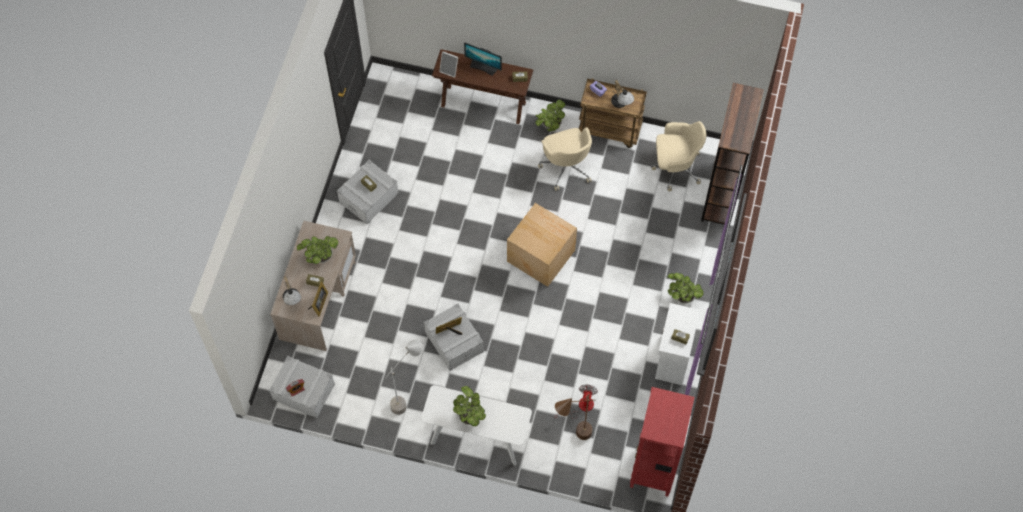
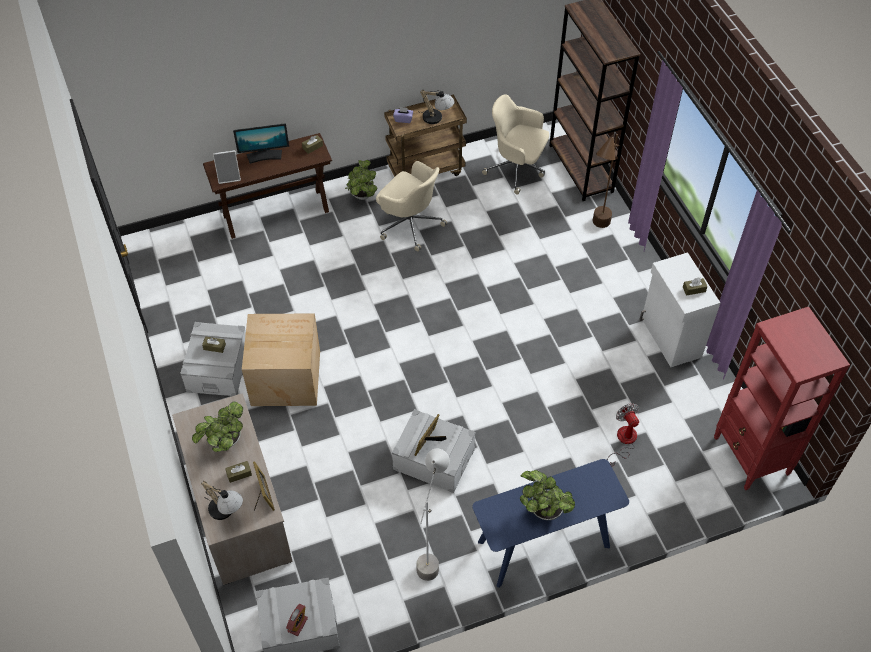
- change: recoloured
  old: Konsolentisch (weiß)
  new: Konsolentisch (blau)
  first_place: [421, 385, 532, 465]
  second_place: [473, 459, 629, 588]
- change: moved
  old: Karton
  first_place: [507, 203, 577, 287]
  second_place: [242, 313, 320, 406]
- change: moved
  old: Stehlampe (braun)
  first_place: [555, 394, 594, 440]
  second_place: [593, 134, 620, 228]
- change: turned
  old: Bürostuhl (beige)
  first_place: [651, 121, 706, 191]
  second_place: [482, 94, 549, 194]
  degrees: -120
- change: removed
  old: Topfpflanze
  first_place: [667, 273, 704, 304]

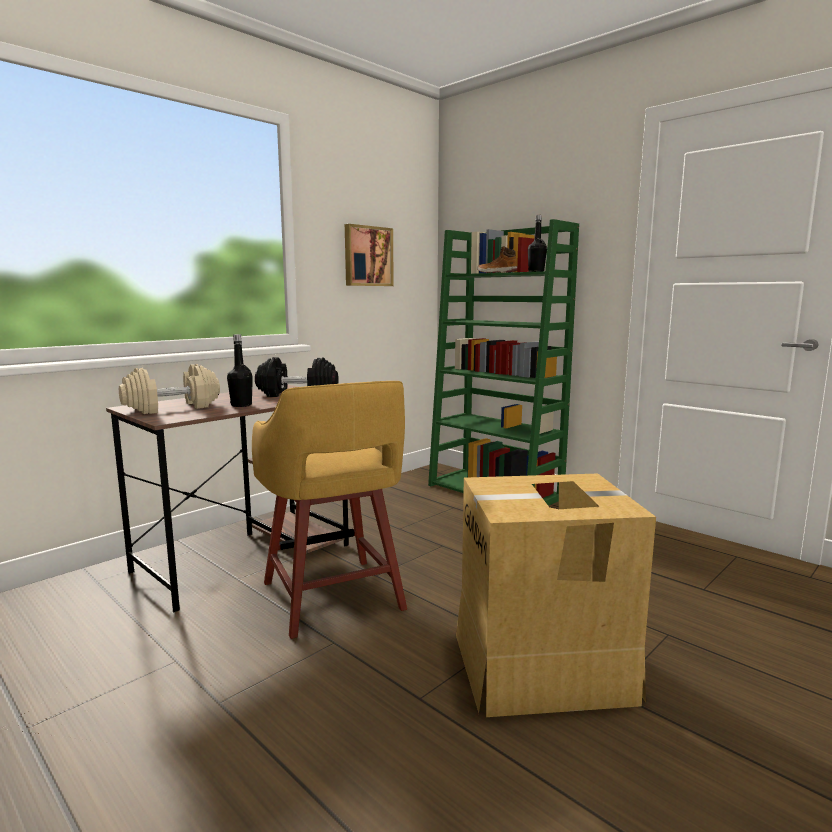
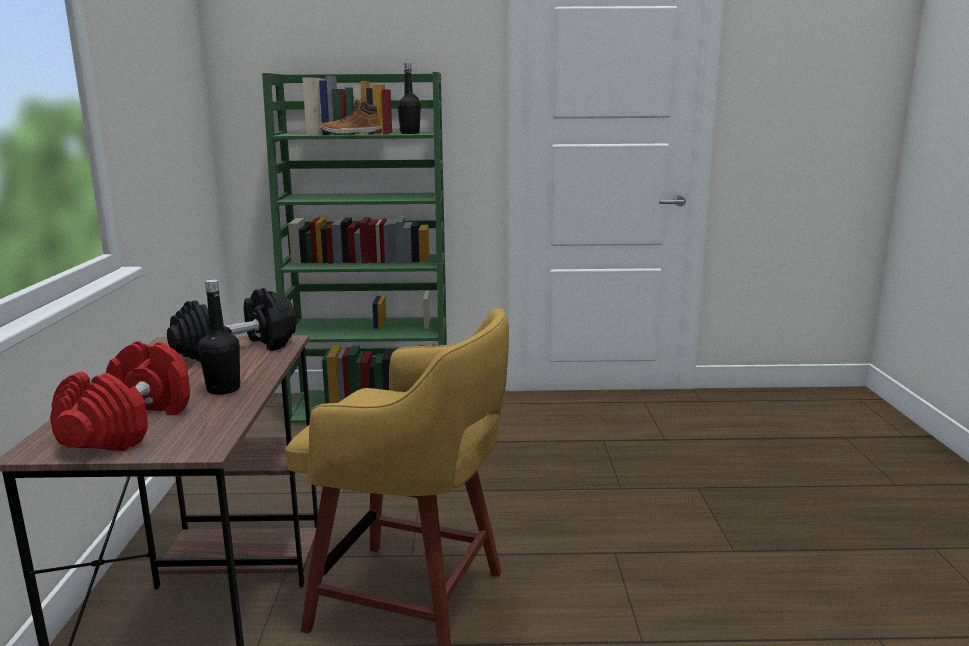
- change: recoloured
  old: Hantel (beige)
  new: Hantel (rot)
  first_place: [119, 364, 220, 414]
  second_place: [50, 341, 190, 451]
- change: removed
  old: Bild
  first_place: [345, 224, 394, 286]
- change: removed
  old: Karton
  first_place: [456, 473, 656, 717]

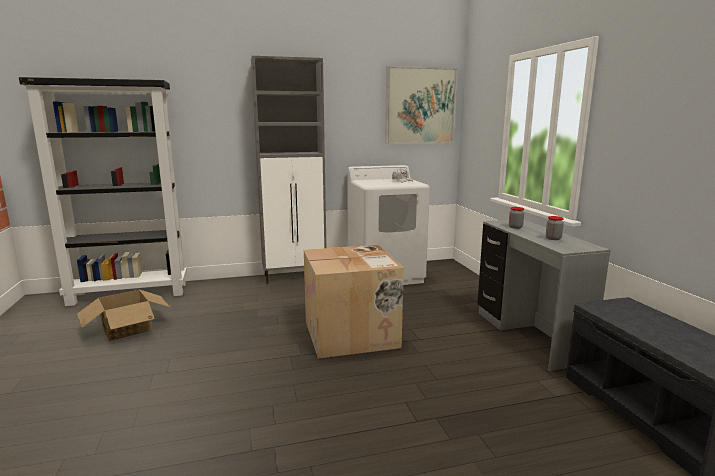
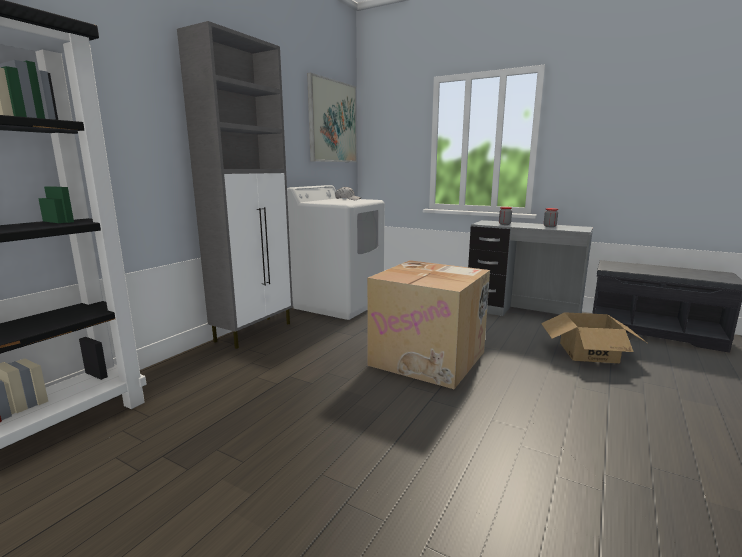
- change: moved
  old: Karton
  first_place: [77, 290, 170, 341]
  second_place: [541, 312, 647, 363]

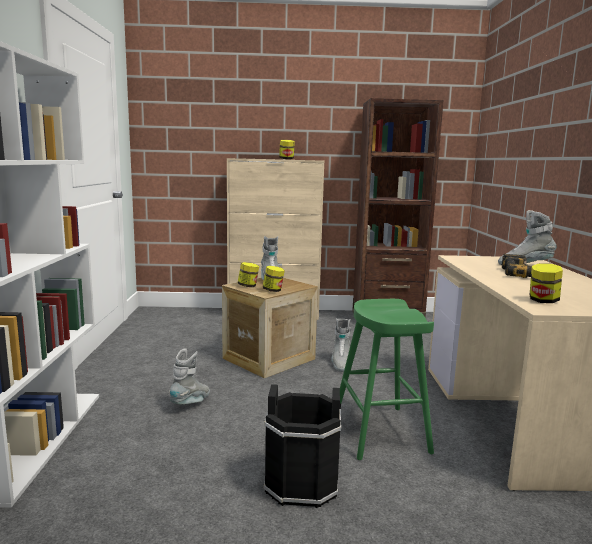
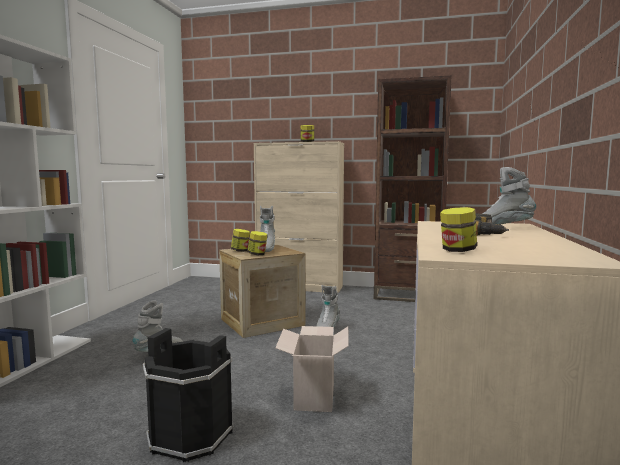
- change: replaced
  old: Hocker (grün)
  new: Karton
  first_place: [340, 299, 434, 460]
  second_place: [275, 326, 349, 412]

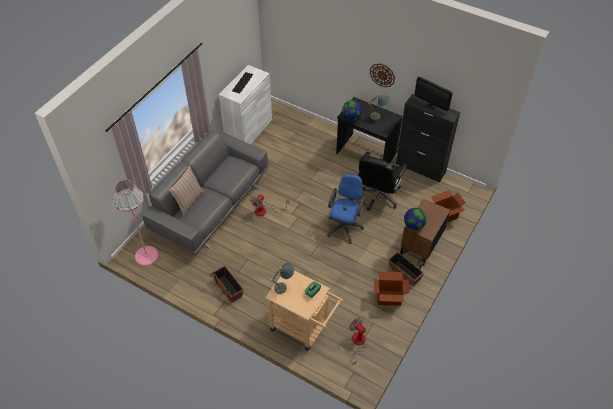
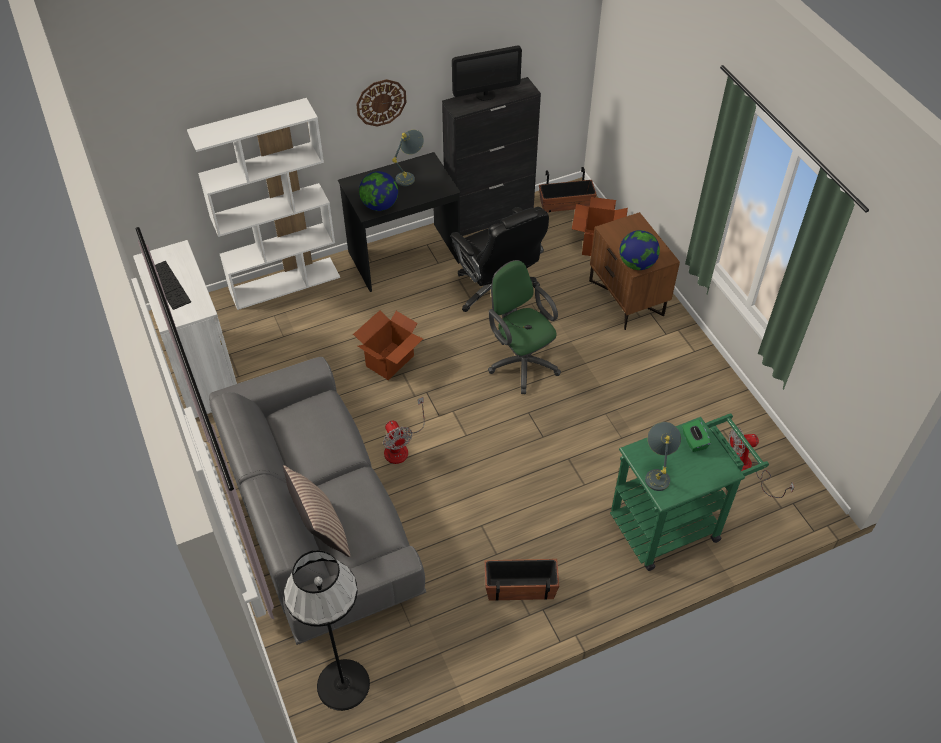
- change: recoloured
  old: Stehlampe (rosa)
  new: Stehlampe (schwarz)
  first_place: [113, 180, 158, 266]
  second_place: [284, 550, 370, 711]
- change: recoloured
  old: Rollwagen (beige)
  new: Rollwagen (grün)
  first_place: [265, 270, 343, 351]
  second_place: [610, 413, 769, 571]
- change: recoloured
  old: Bürostuhl (blau)
  new: Bürostuhl (grün)
  first_place: [327, 174, 366, 244]
  second_place: [488, 260, 561, 394]
- change: moved
  old: Karton
  first_place: [374, 271, 409, 306]
  second_place: [353, 310, 423, 380]
- change: moved
  old: Pflanzkübel
  first_place: [388, 248, 424, 286]
  second_place: [539, 167, 597, 212]
- change: added
  new: Bücherregal (weiß)
  second_place: [187, 98, 340, 310]

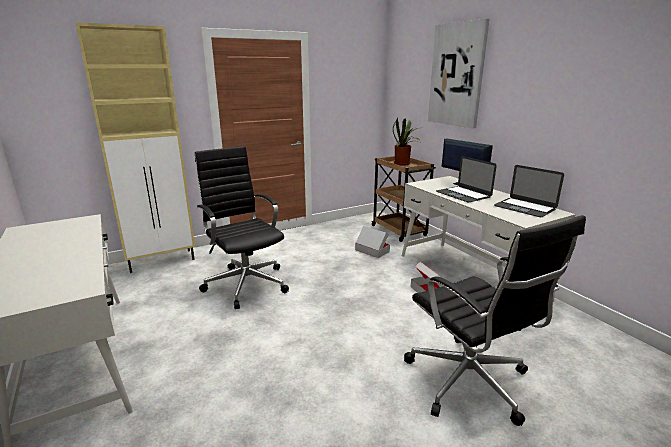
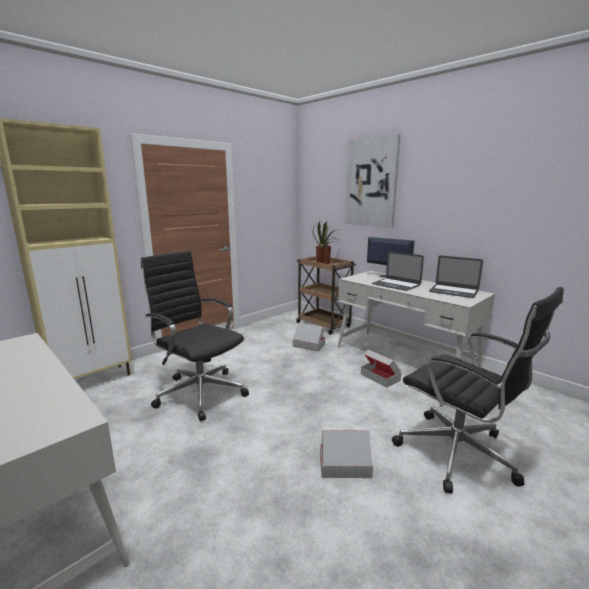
- change: added
  new: Karton
  second_place: [320, 430, 373, 478]

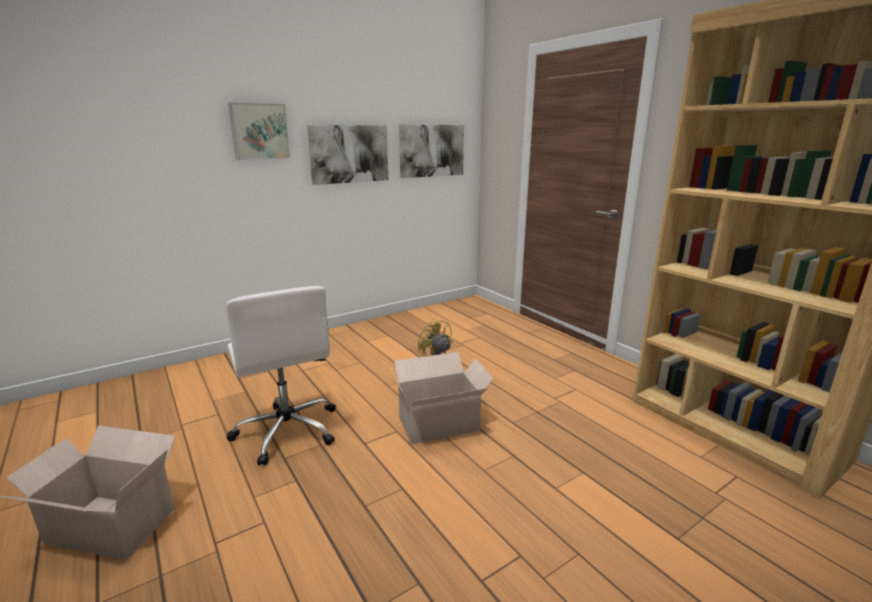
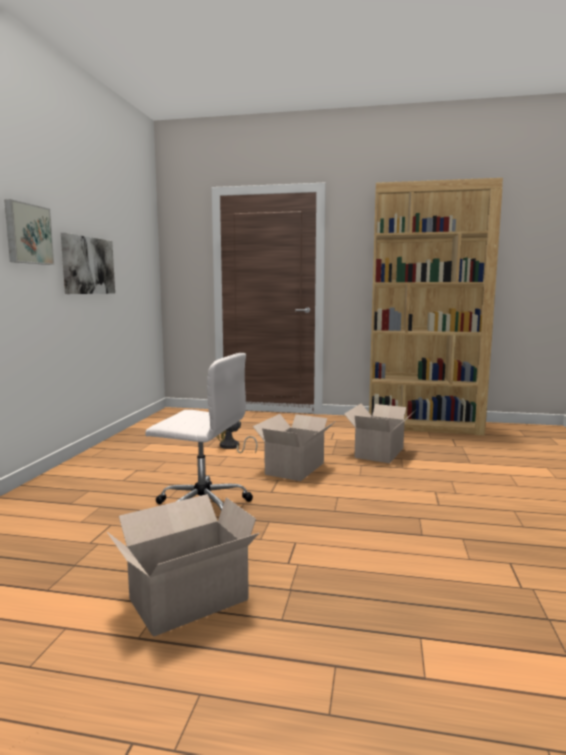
- change: removed
  old: Bild
  first_place: [399, 124, 464, 178]
- change: added
  new: Karton
  second_place: [344, 404, 417, 463]

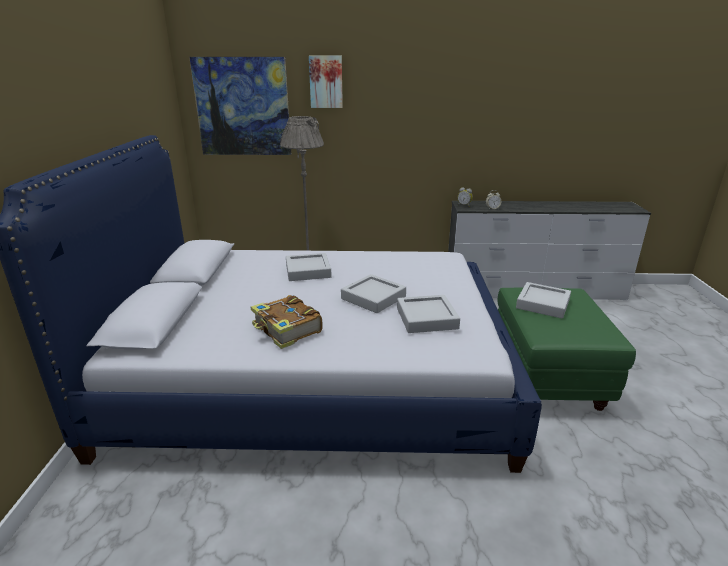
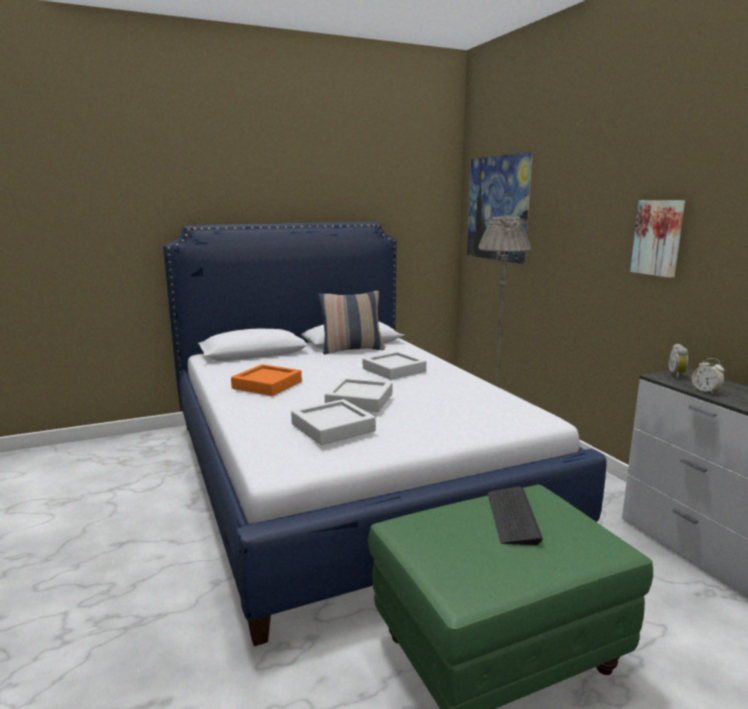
- change: replaced
  old: Buch
  new: Tablett (orange)
  first_place: [251, 295, 323, 349]
  second_place: [231, 364, 302, 396]
- change: moved
  old: Bild
  first_place: [309, 56, 343, 108]
  second_place: [630, 200, 685, 278]
- change: replaced
  old: Tablett (grau)
  new: Tastatur
  first_place: [516, 282, 571, 319]
  second_place: [488, 486, 543, 545]
- change: added
  new: Kissen
  second_place: [318, 291, 385, 354]

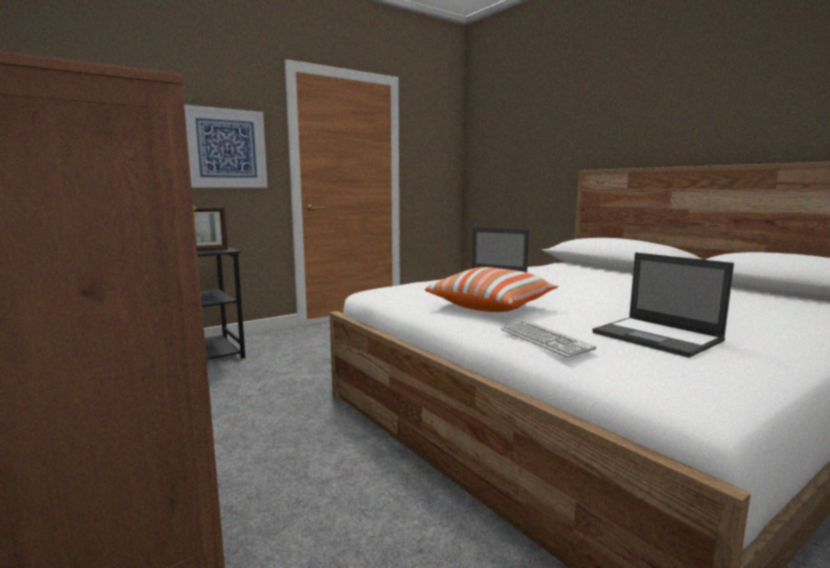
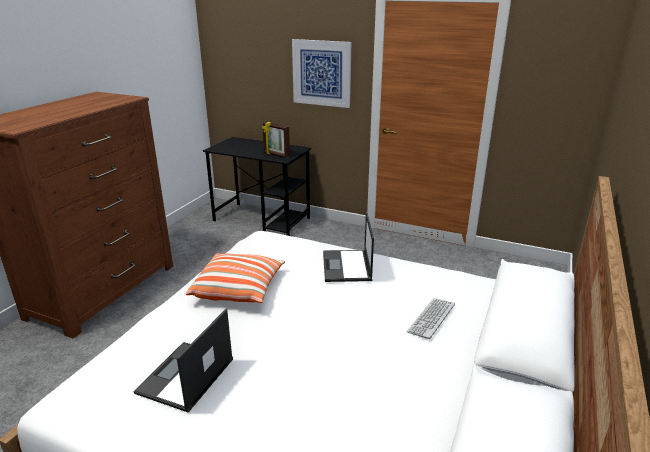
- change: moved
  old: Tastatur
  first_place: [501, 321, 596, 358]
  second_place: [406, 298, 455, 339]

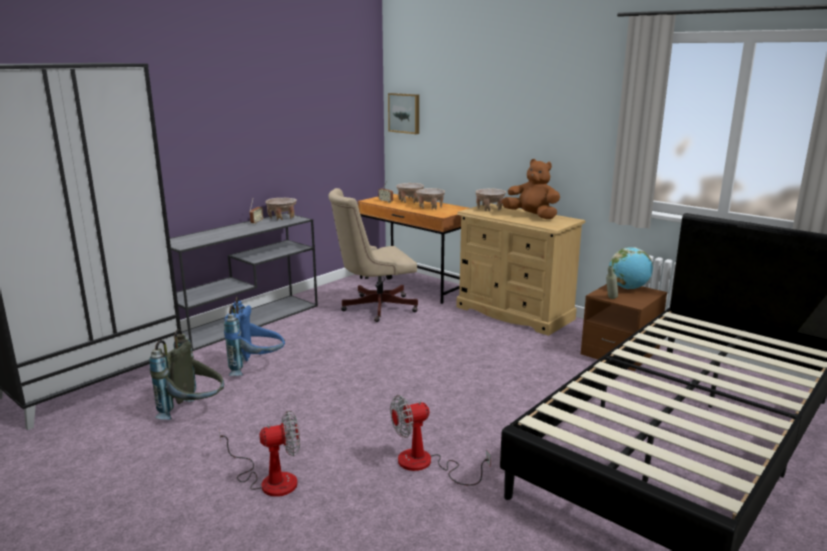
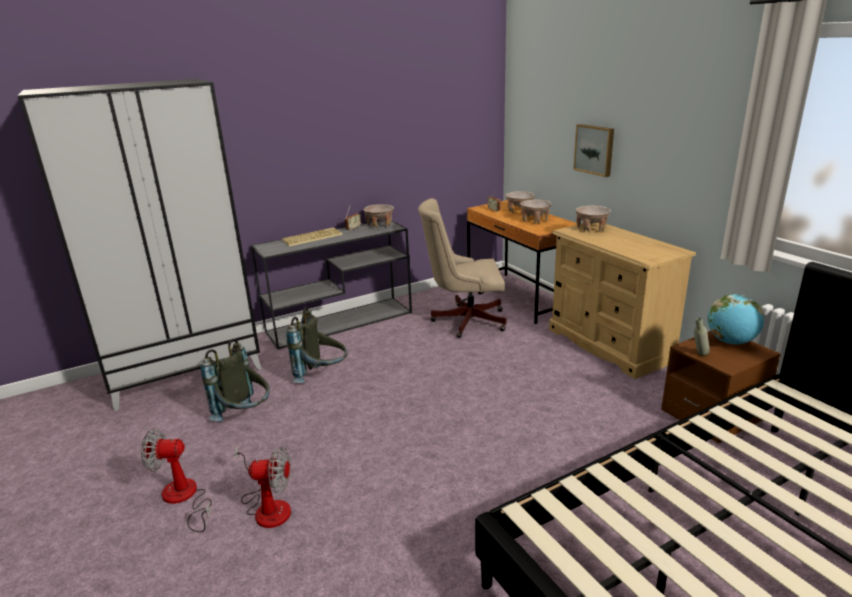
- change: recoloured
  old: Rucksack (blau)
  new: Rucksack (grau)
  first_place: [224, 297, 285, 376]
  second_place: [286, 307, 347, 383]
- change: moved
  old: Bild
  first_place: [388, 93, 419, 134]
  second_place: [573, 124, 614, 177]
- change: moved
  old: Ventilator
  first_place: [390, 395, 491, 486]
  second_place: [141, 428, 212, 532]
- change: removed
  old: Plüschtier (braun)
  first_place: [502, 159, 560, 219]
- change: added
  new: Tastatur
  second_place: [282, 227, 342, 246]

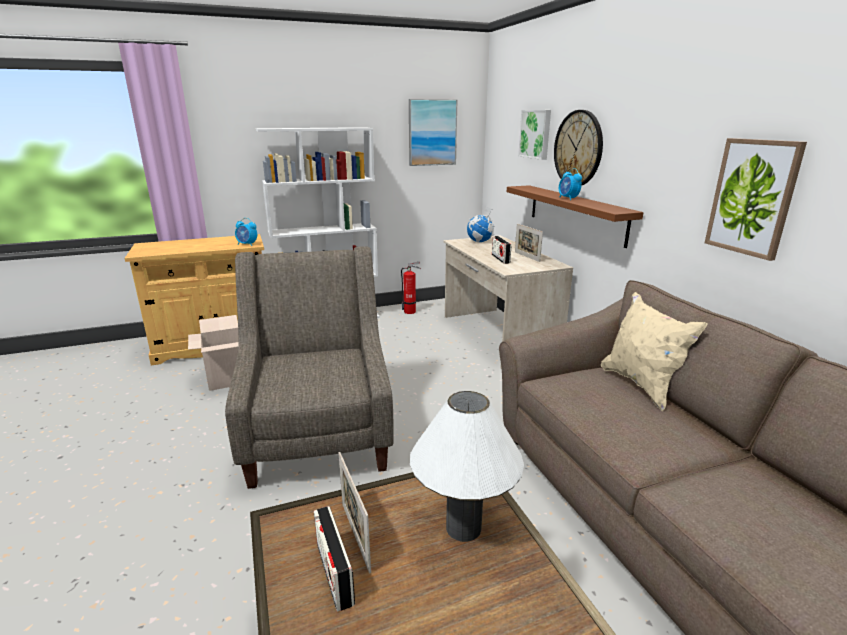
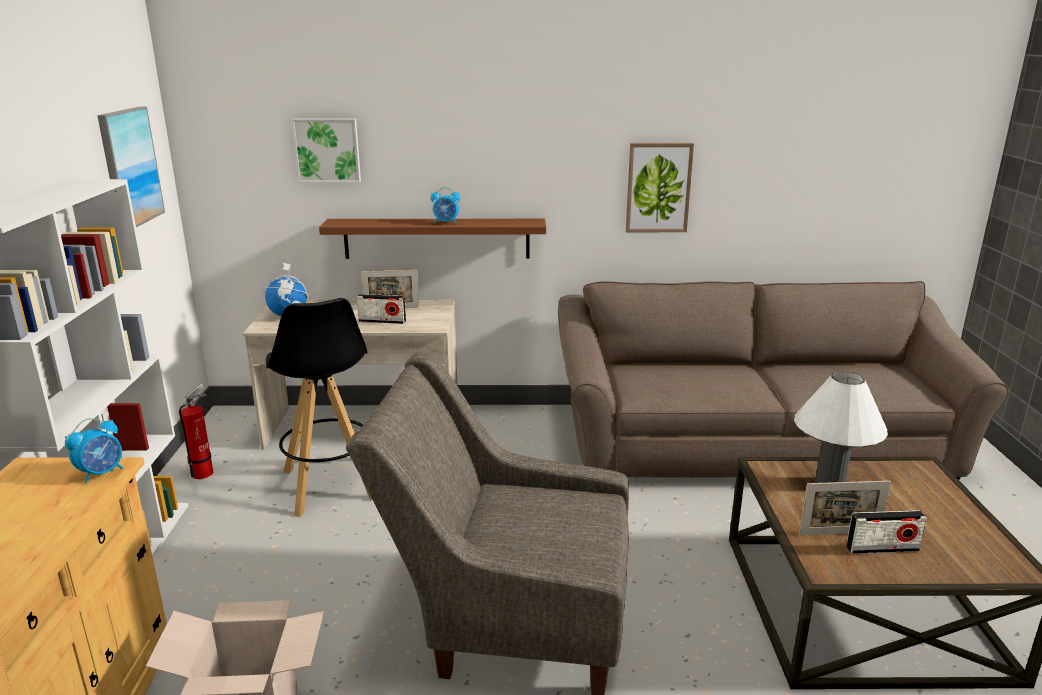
- change: removed
  old: Wanduhr
  first_place: [554, 110, 603, 185]
- change: removed
  old: Kissen (beige)
  first_place: [601, 292, 708, 411]
- change: added
  new: Hocker (schwarz)
  second_place: [266, 298, 372, 517]

